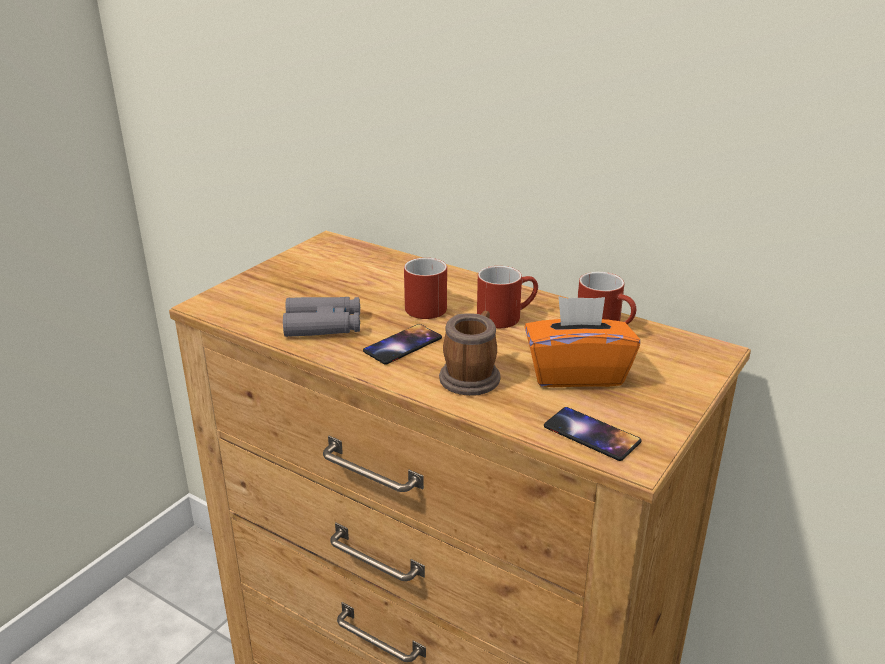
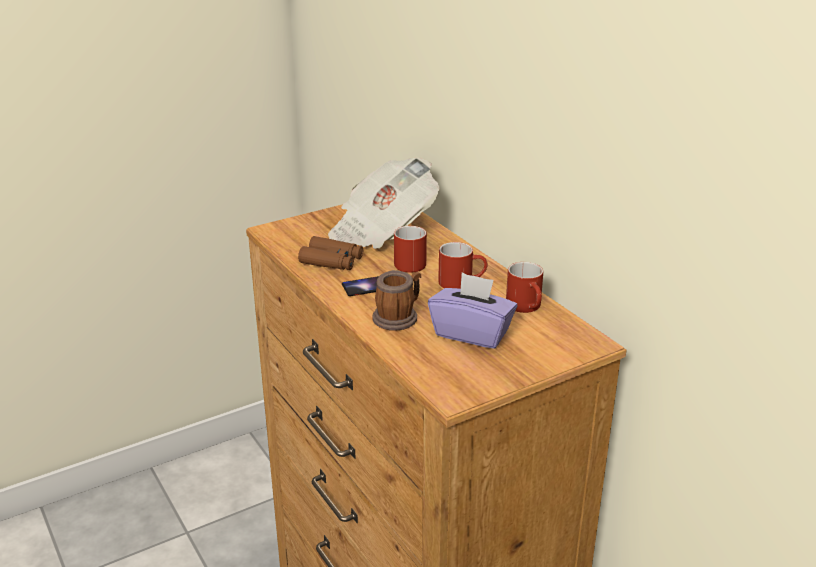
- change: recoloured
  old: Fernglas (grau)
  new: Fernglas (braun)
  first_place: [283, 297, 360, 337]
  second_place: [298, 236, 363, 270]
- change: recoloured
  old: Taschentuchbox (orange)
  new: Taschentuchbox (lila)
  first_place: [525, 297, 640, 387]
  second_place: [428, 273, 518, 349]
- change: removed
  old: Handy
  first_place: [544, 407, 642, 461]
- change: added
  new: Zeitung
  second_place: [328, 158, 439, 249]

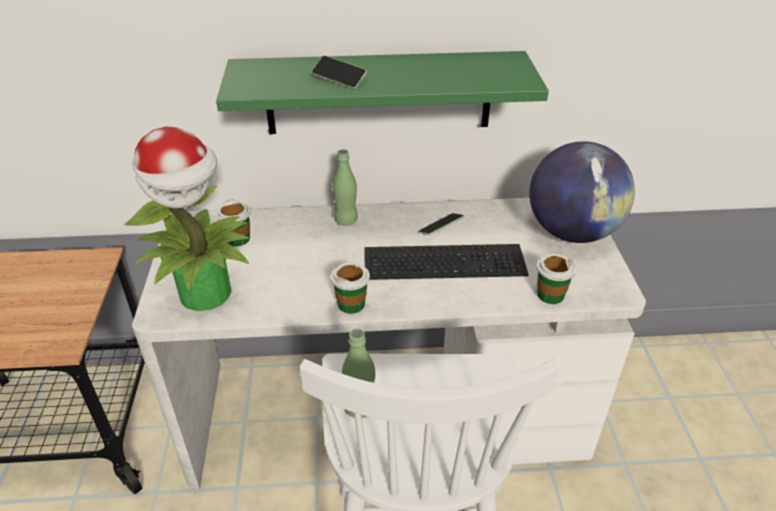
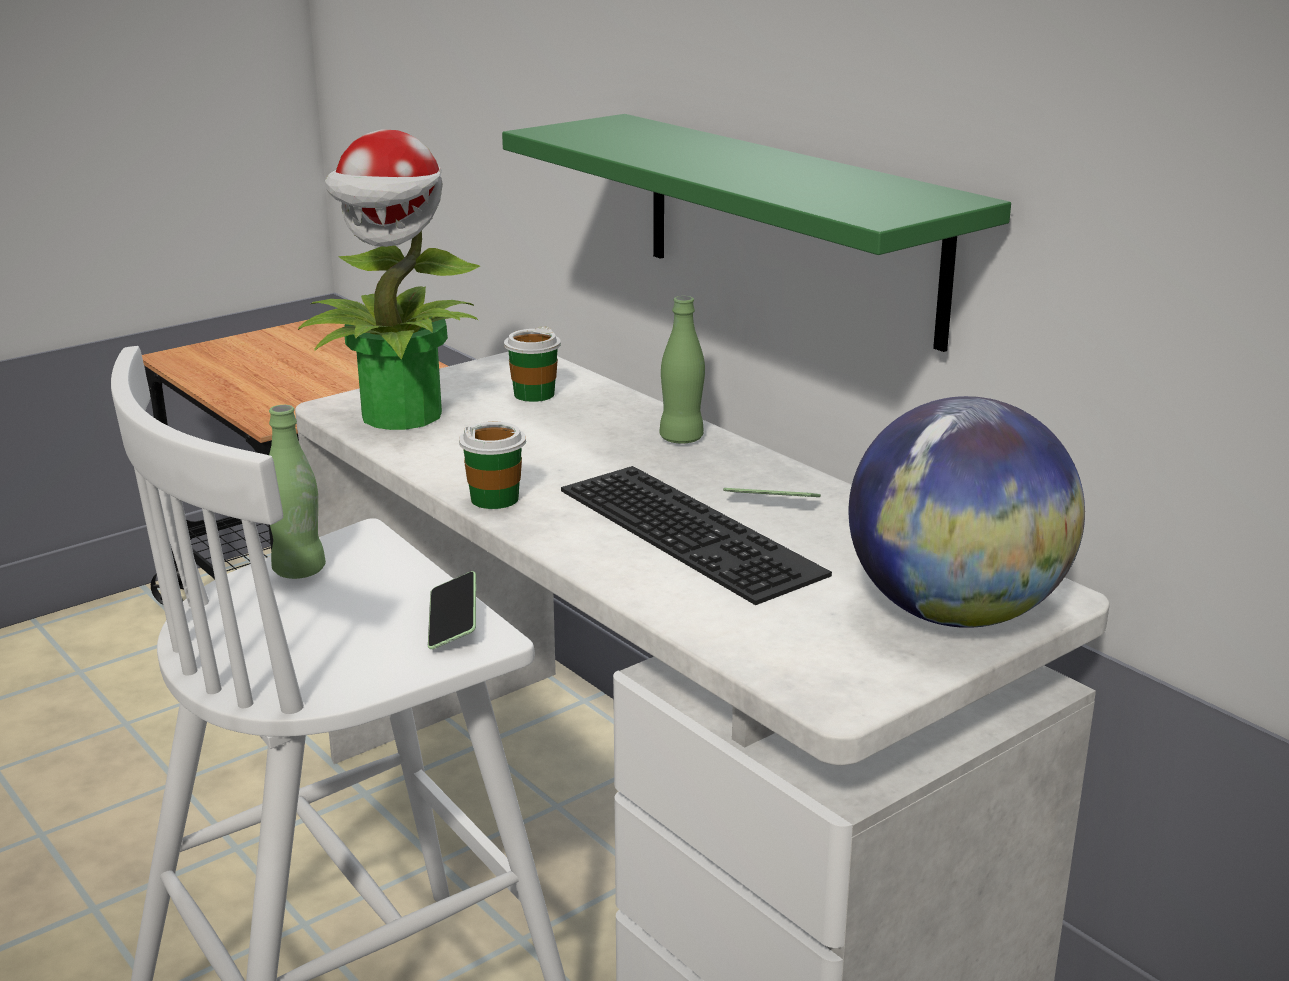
- change: moved
  old: Handy
  first_place: [311, 55, 367, 89]
  second_place: [428, 571, 476, 649]
- change: removed
  old: Tasse
  first_place: [537, 254, 576, 304]

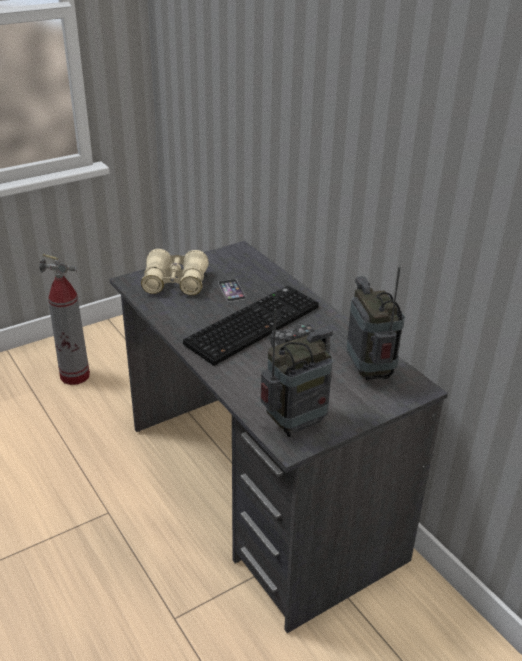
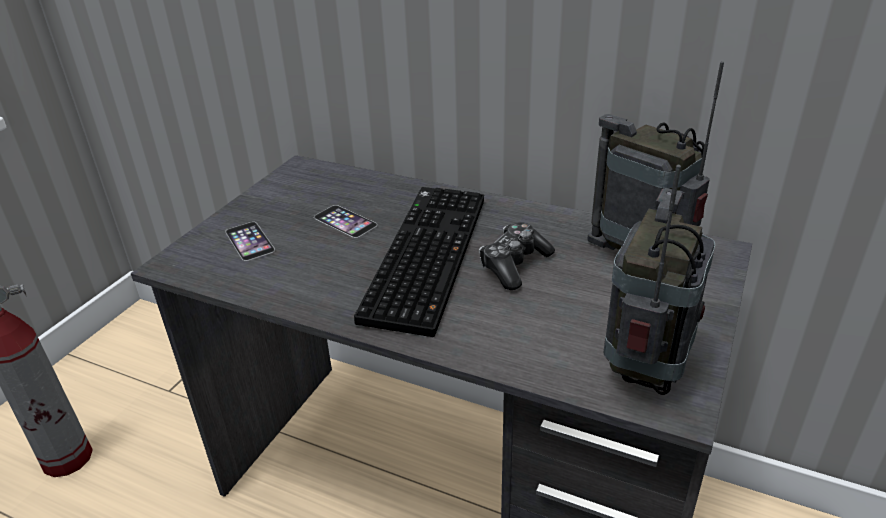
- change: replaced
  old: Fernglas (beige)
  new: Handy
  first_place: [141, 249, 209, 295]
  second_place: [225, 222, 275, 261]

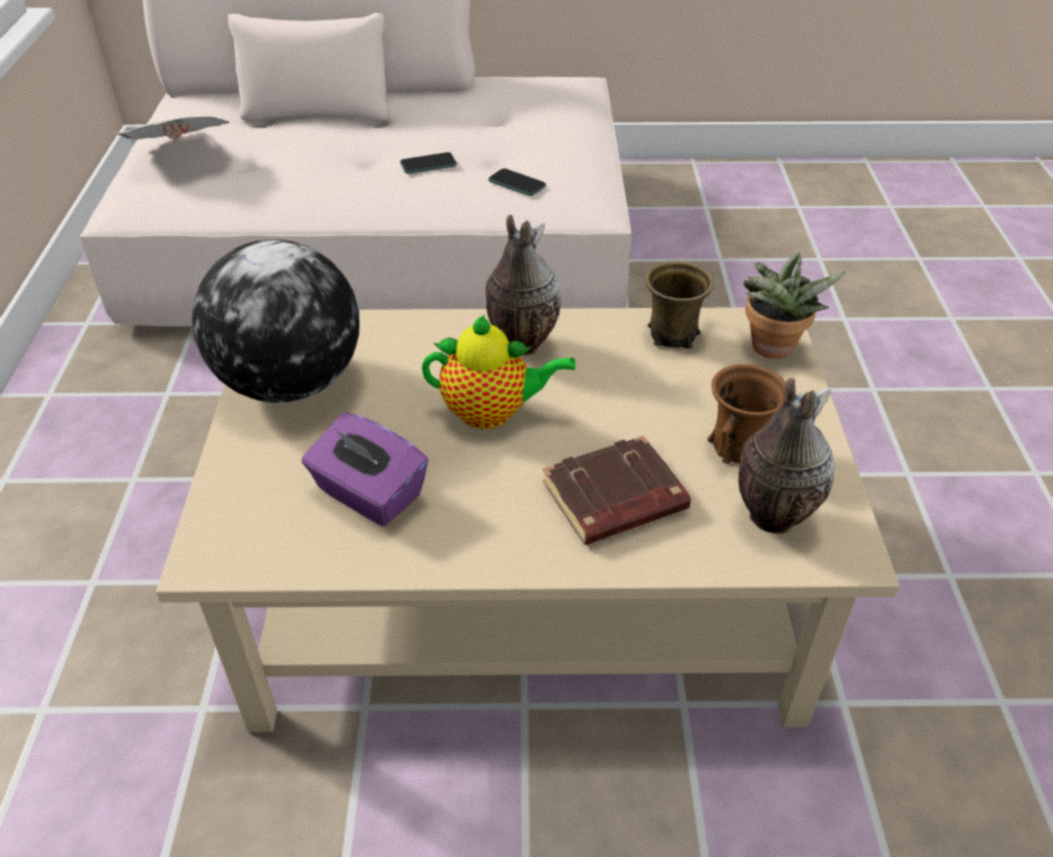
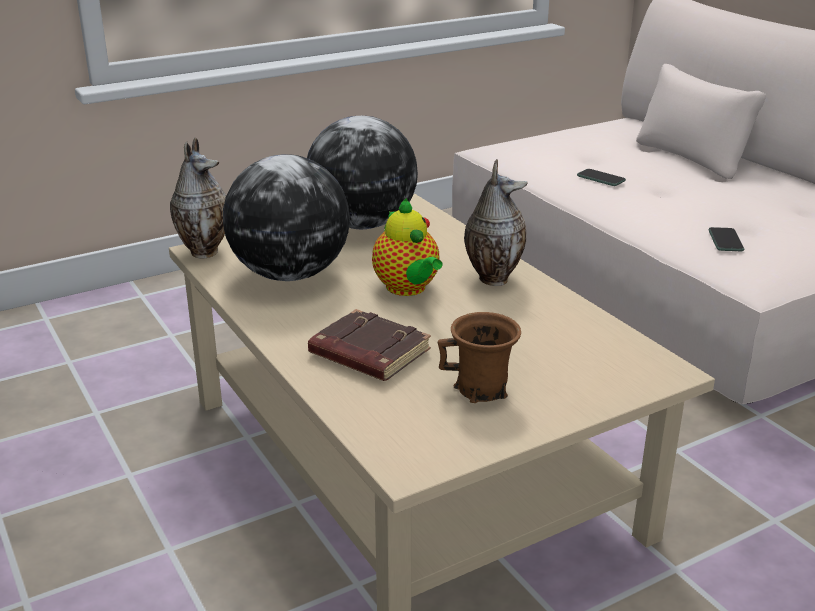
- change: removed
  old: Zeitung
  first_place: [114, 117, 229, 140]
- change: replaced
  old: Taschentuchbox (lila)
  new: Globus
  first_place: [302, 412, 428, 526]
  second_place: [223, 154, 350, 281]
- change: moved
  old: Handy
  first_place: [400, 152, 457, 174]
  second_place: [577, 169, 626, 186]
- change: removed
  old: Henkelbecher (braun)
  first_place: [645, 261, 714, 349]
- change: moved
  old: Vase
  first_place: [738, 378, 834, 534]
  second_place: [170, 138, 226, 259]
- change: removed
  old: Topfpflanze
  first_place: [743, 252, 846, 359]

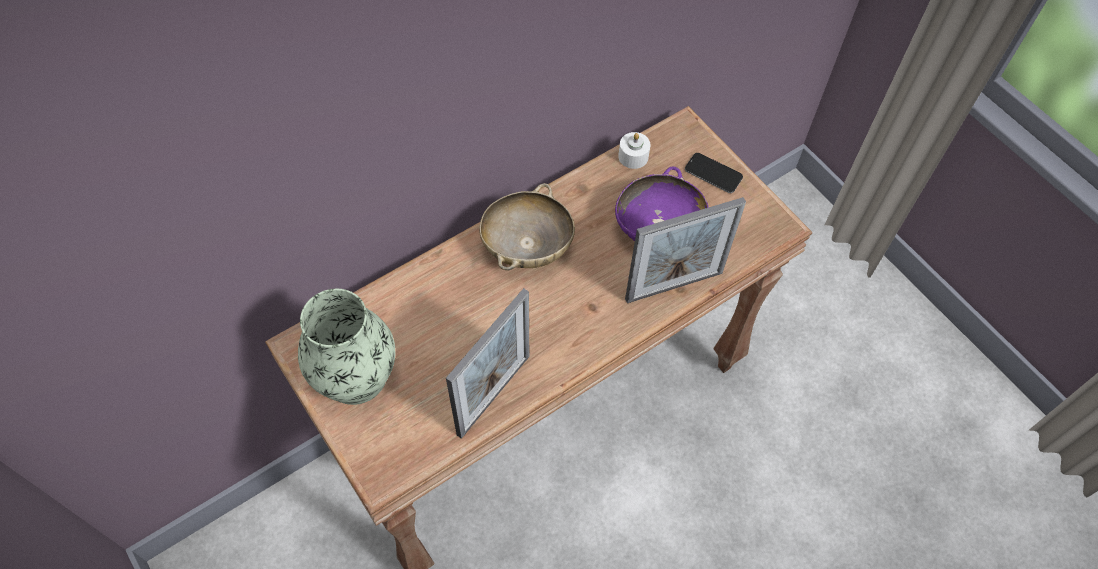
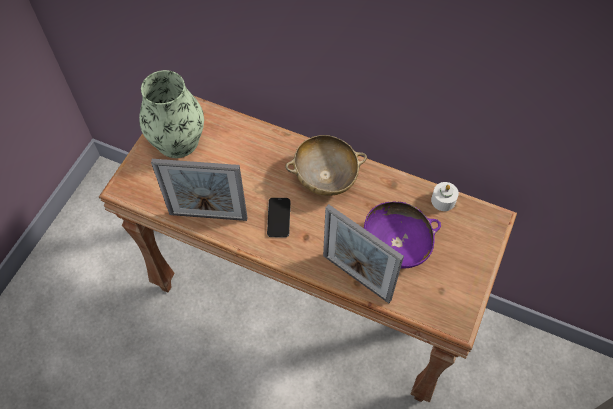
- change: moved
  old: Handy
  first_place: [685, 153, 743, 193]
  second_place: [267, 198, 290, 238]

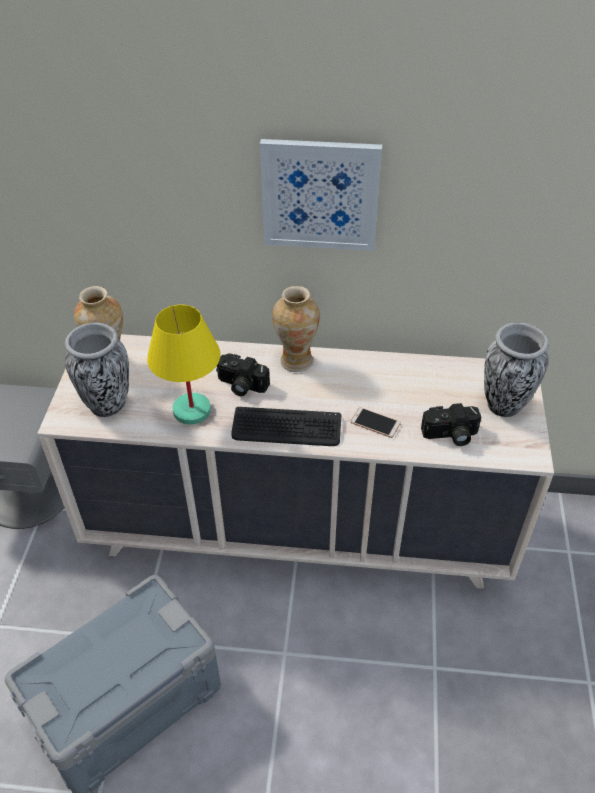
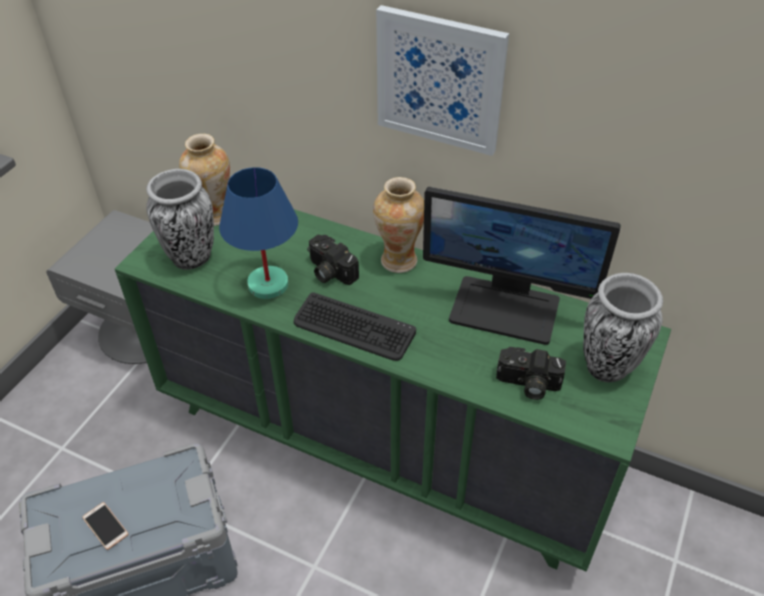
- change: recoloured
  old: Kommode (beige)
  new: Kommode (grün)
  first_place: [37, 334, 554, 589]
  second_place: [115, 209, 671, 571]
- change: recoloured
  old: Tischlampe (gelb)
  new: Tischlampe (blau)
  first_place: [147, 305, 221, 425]
  second_place: [219, 167, 298, 299]
- change: moved
  old: Handy
  first_place: [351, 407, 401, 438]
  second_place: [82, 502, 129, 550]
- change: added
  new: Monitor
  second_place: [423, 187, 621, 345]

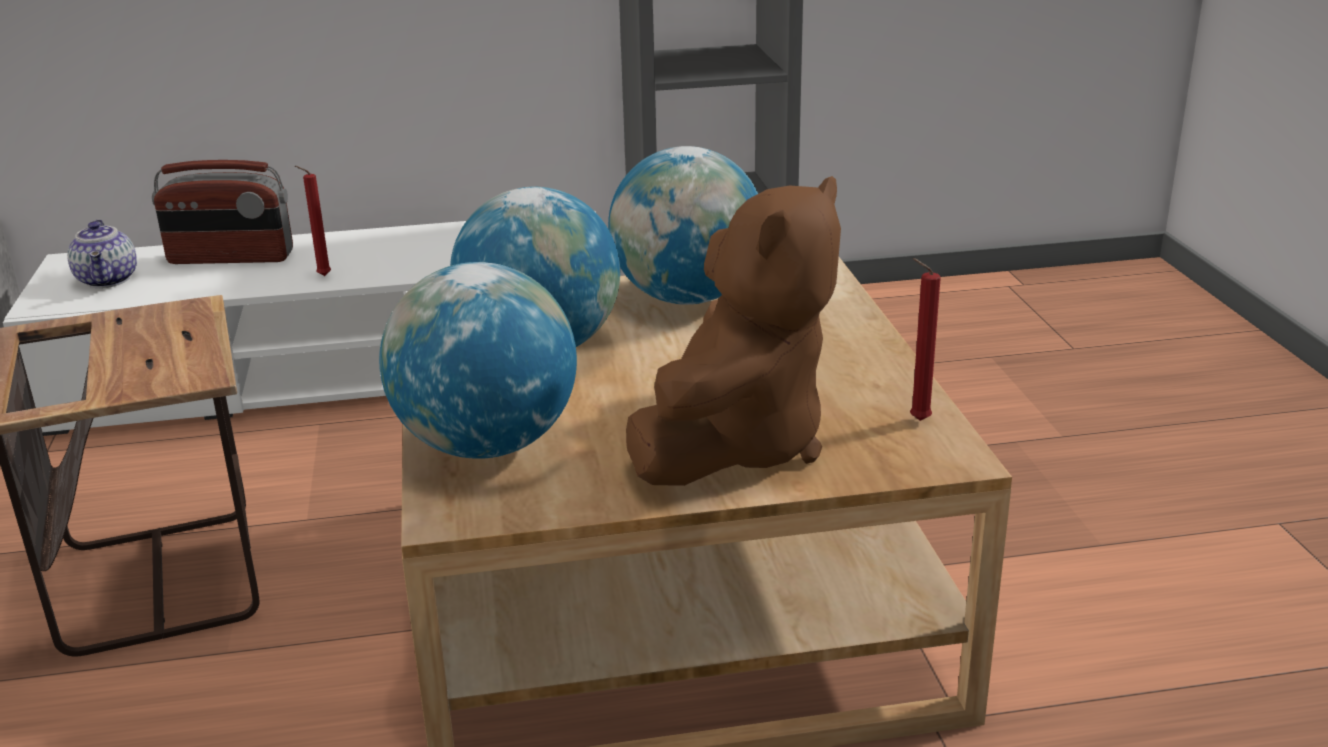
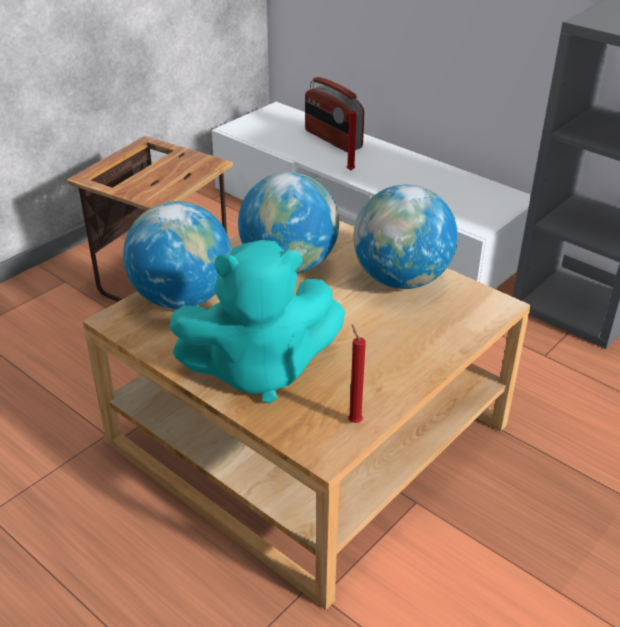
- change: removed
  old: Teekanne
  first_place: [67, 220, 137, 288]
- change: recoloured
  old: Plüschtier (braun)
  new: Plüschtier (türkis)
  first_place: [626, 176, 841, 486]
  second_place: [169, 240, 345, 404]

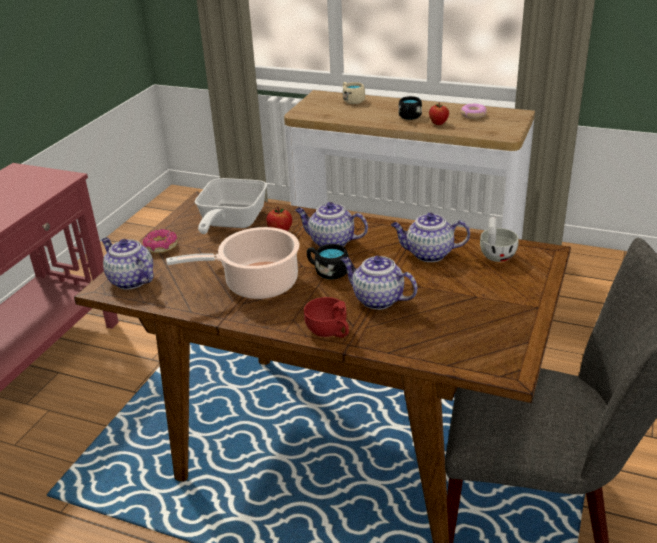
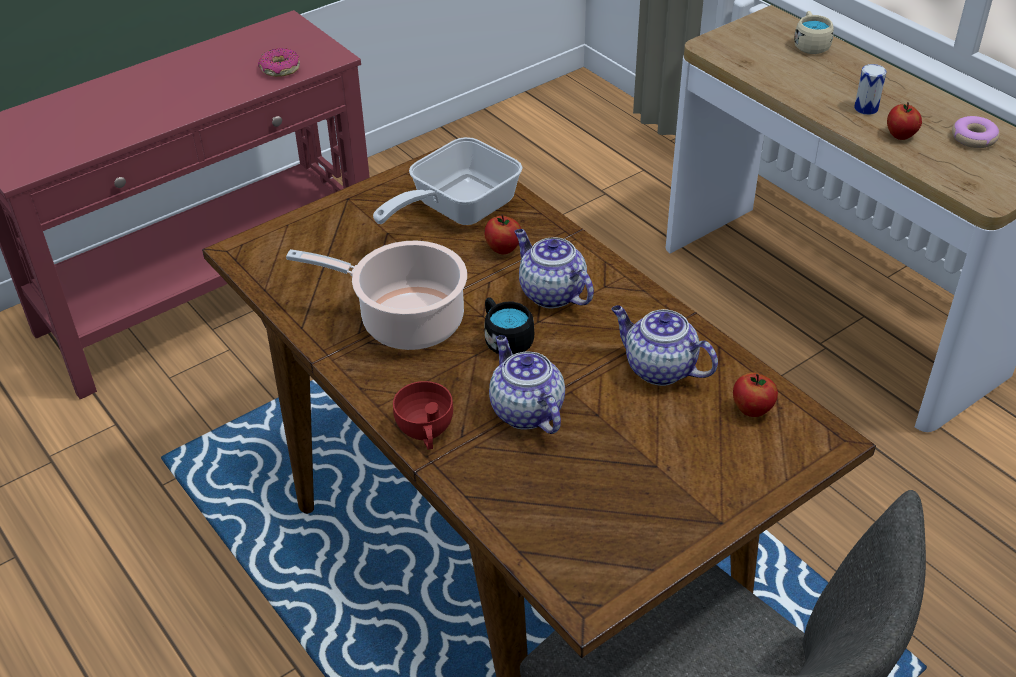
- change: removed
  old: Teekanne
  first_place: [101, 238, 154, 290]
- change: moved
  old: Donut
  first_place: [143, 229, 178, 253]
  second_place: [258, 48, 300, 77]
- change: replaced
  old: Henkelbecher (schwarz)
  new: Dose
  first_place: [398, 96, 422, 120]
  second_place: [854, 64, 887, 115]
- change: replaced
  old: Tasse (weiß)
  new: Apfel
  first_place: [480, 217, 519, 262]
  second_place: [733, 373, 778, 417]

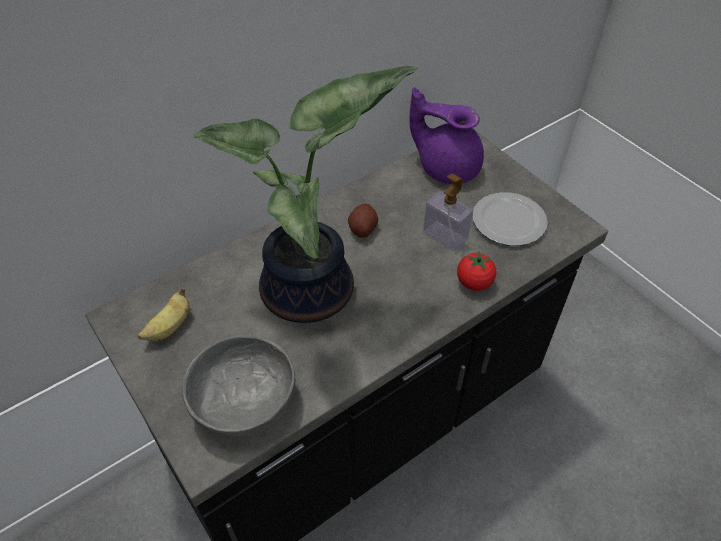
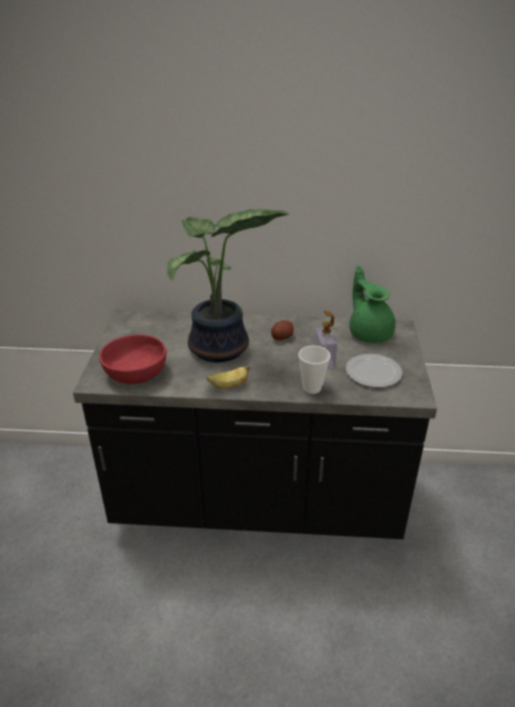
- change: moved
  old: Banane
  first_place: [137, 288, 189, 341]
  second_place: [207, 365, 250, 389]
- change: recoloured
  old: Schüssel (grau)
  new: Schüssel (rot)
  first_place: [182, 335, 295, 438]
  second_place: [99, 334, 166, 384]
- change: recoloured
  old: Teekanne (lila)
  new: Teekanne (grün)
  first_place: [409, 87, 484, 184]
  second_place: [349, 266, 396, 343]
- change: replaced
  old: Tomate
  new: Tasse
  first_place: [457, 251, 496, 291]
  second_place: [298, 346, 331, 394]

